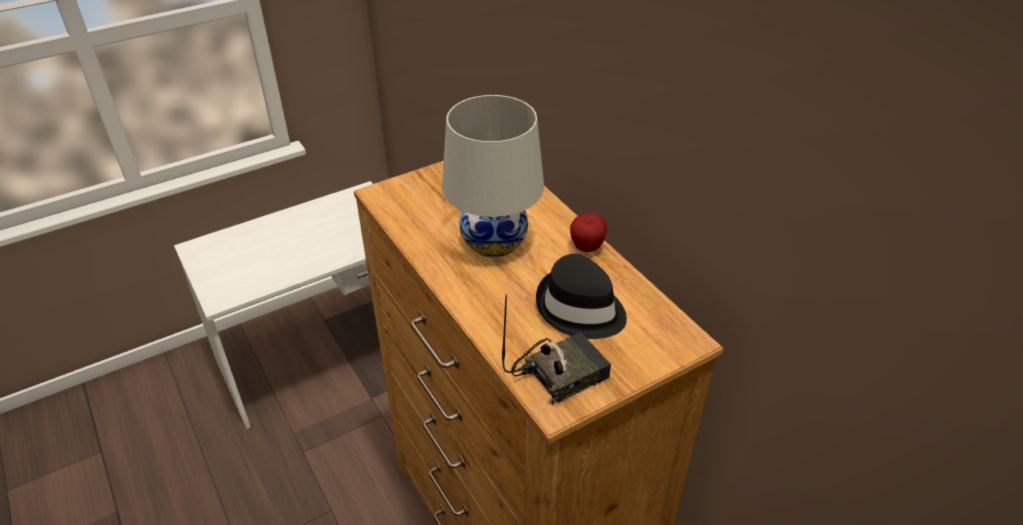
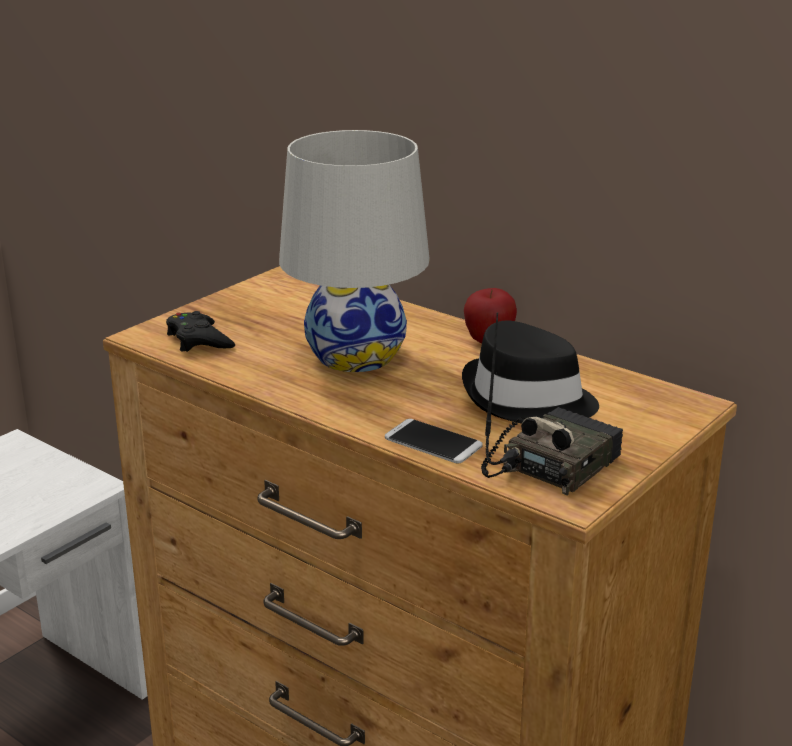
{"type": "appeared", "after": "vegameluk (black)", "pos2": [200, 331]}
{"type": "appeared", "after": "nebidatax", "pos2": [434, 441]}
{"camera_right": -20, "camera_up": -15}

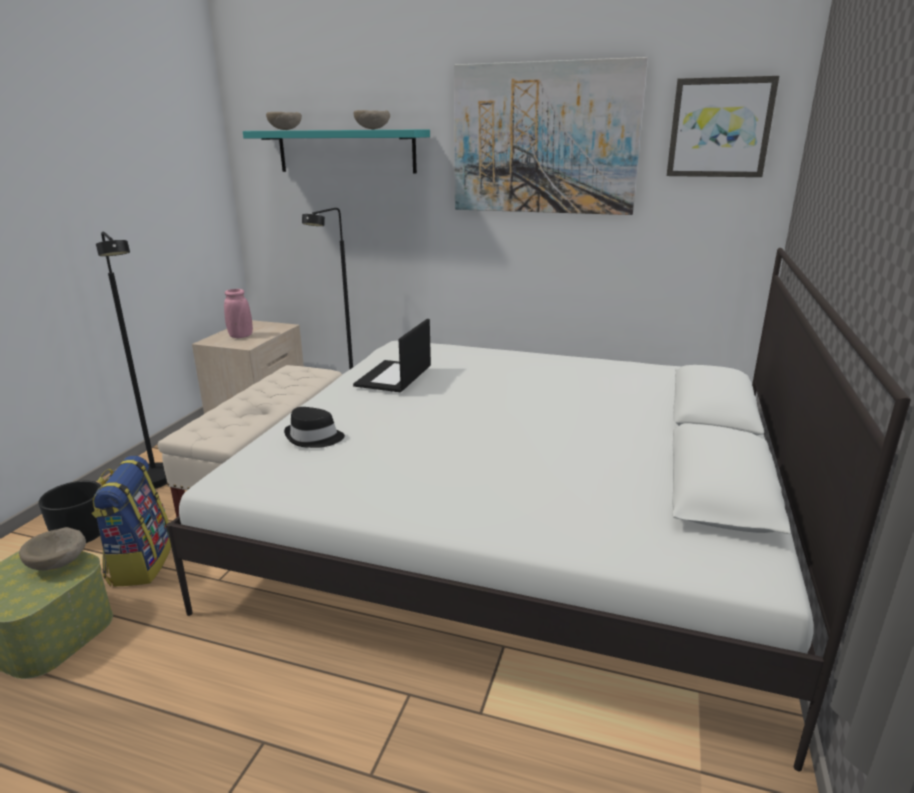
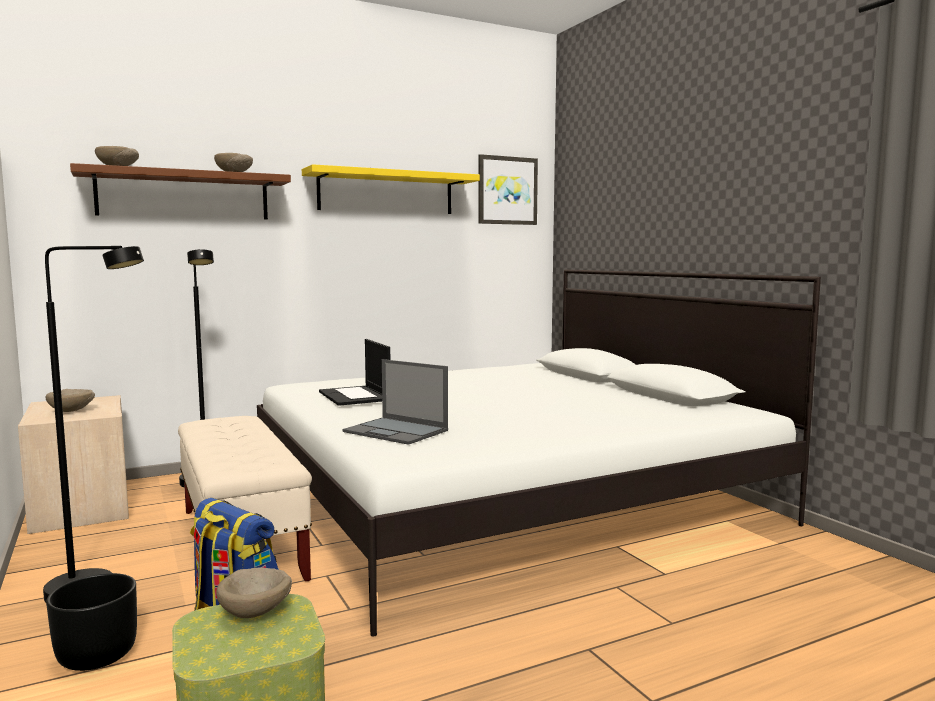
{"type": "exchanged", "before": "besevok", "after": "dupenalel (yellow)", "pos1": [551, 136], "pos2": [391, 189]}
{"type": "colour", "before": "dupenalel (turquoise)", "after": "dupenalel (brown)", "pos1": [336, 152], "pos2": [180, 191]}
{"type": "exchanged", "before": "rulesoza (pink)", "after": "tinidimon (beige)", "pos1": [238, 313], "pos2": [70, 400]}
{"type": "exchanged", "before": "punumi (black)", "after": "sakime", "pos1": [314, 427], "pos2": [395, 402]}
{"camera_right": -45, "camera_up": -15}

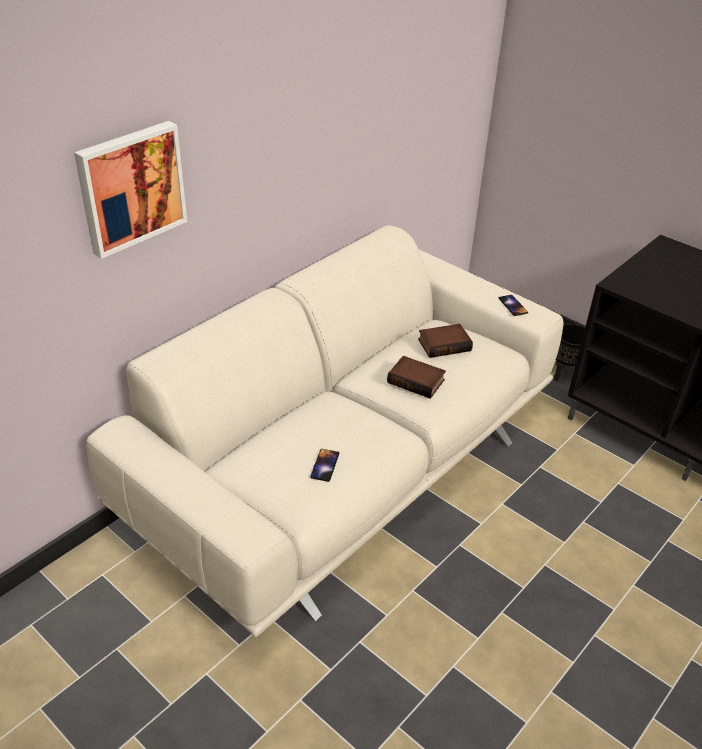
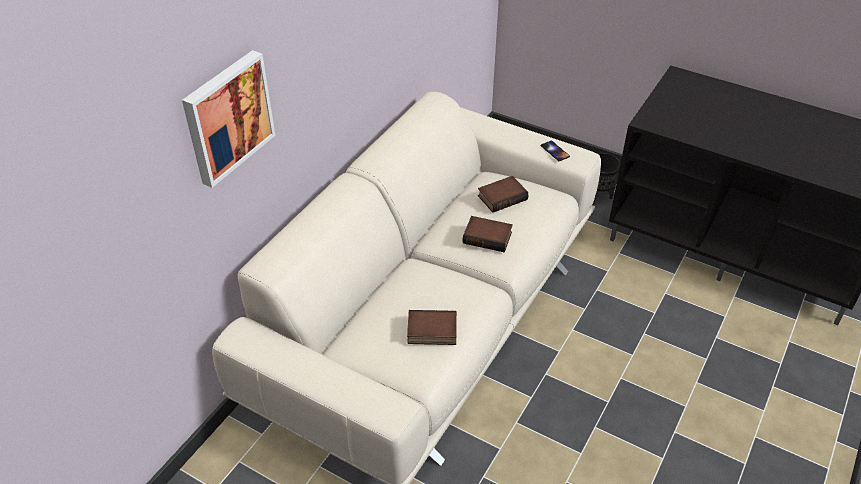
{"type": "exchanged", "before": "nebidatax", "after": "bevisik", "pos1": [324, 465], "pos2": [432, 327]}
{"camera_right": -10, "camera_up": 5}

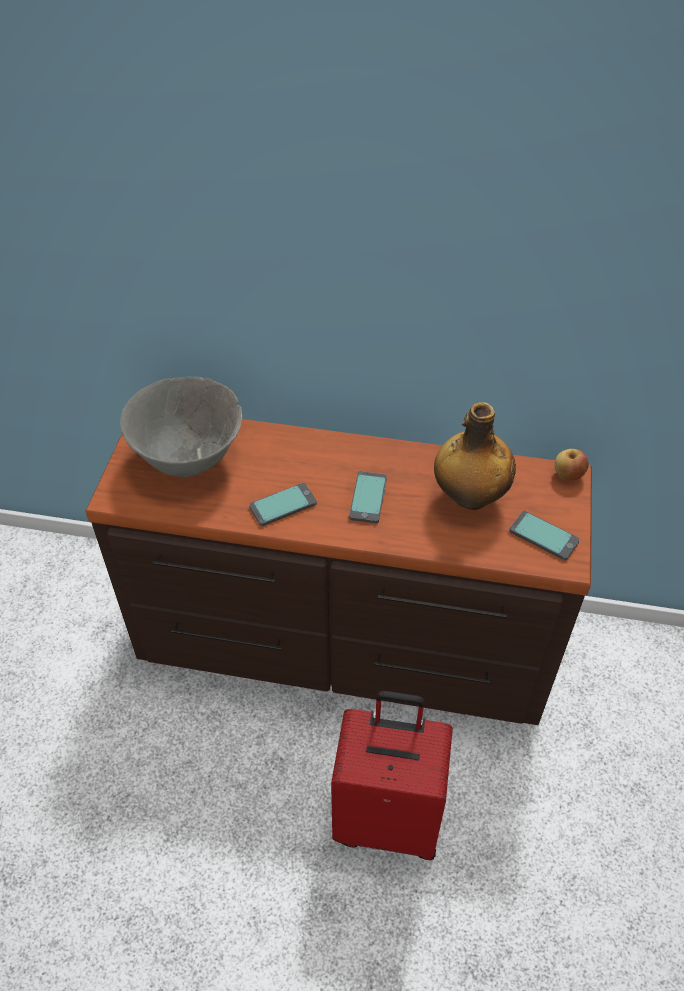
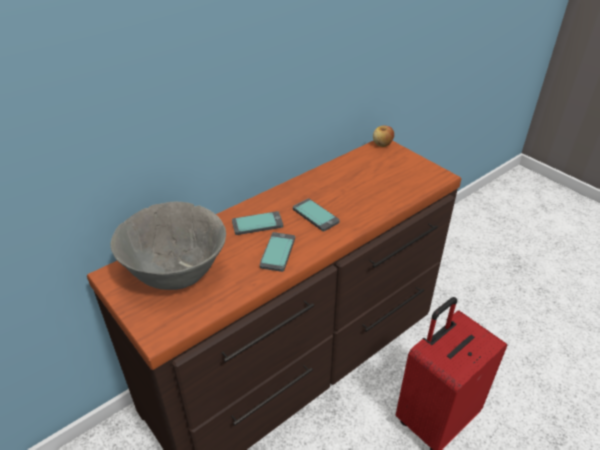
{"type": "missing", "before": "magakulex", "pos1": [475, 456]}
{"type": "relocated", "before": "nebidatax", "pos1": [544, 535], "pos2": [257, 223]}
{"camera_right": -50, "camera_up": -10}

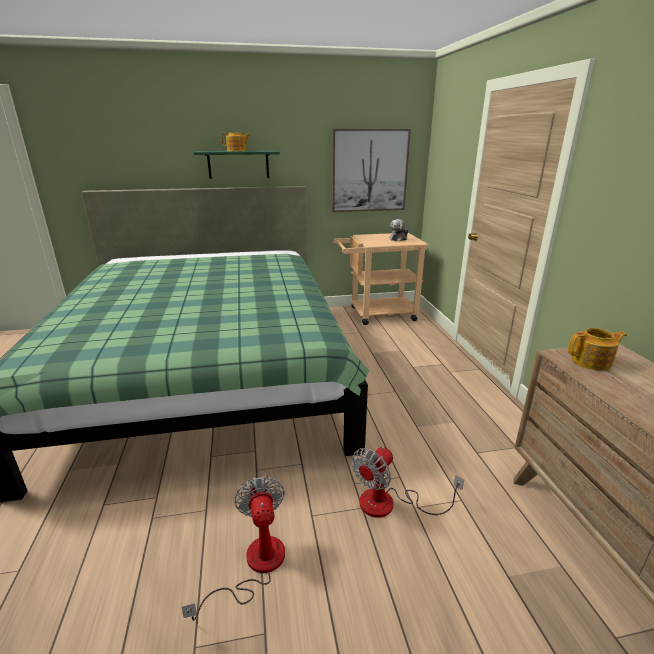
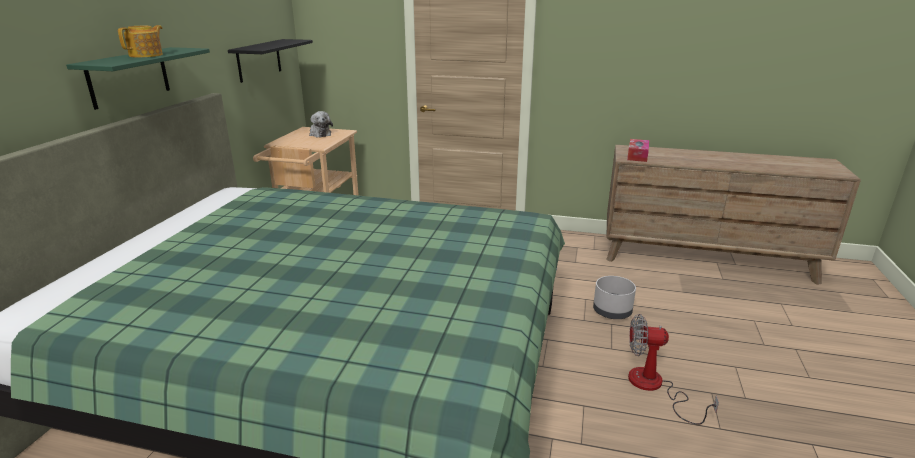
{"type": "exchanged", "before": "besevok", "after": "dupenalel (black)", "pos1": [371, 170], "pos2": [270, 61]}
{"type": "exchanged", "before": "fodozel", "after": "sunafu", "pos1": [597, 349], "pos2": [638, 150]}
{"type": "exchanged", "before": "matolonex", "after": "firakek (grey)", "pos1": [408, 482], "pos2": [614, 297]}
{"camera_right": -65, "camera_up": 0}

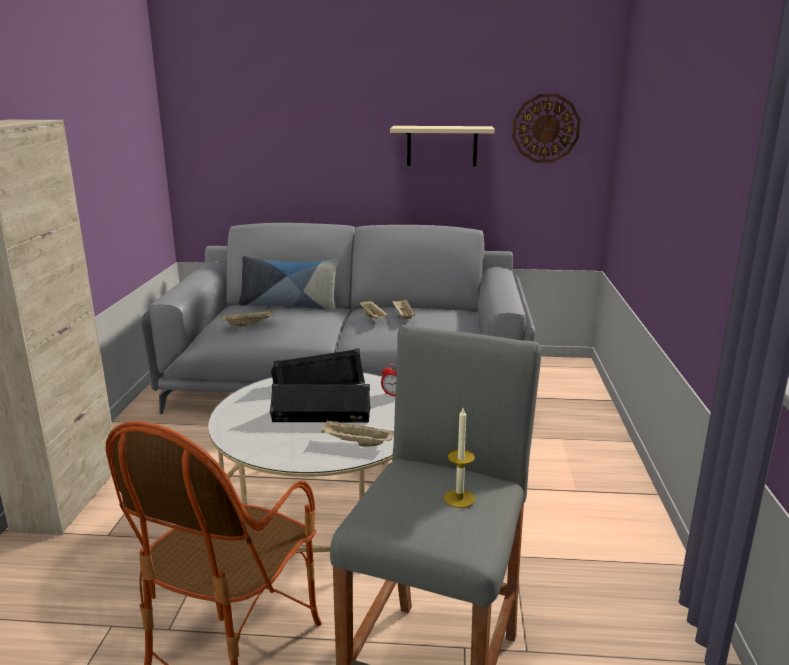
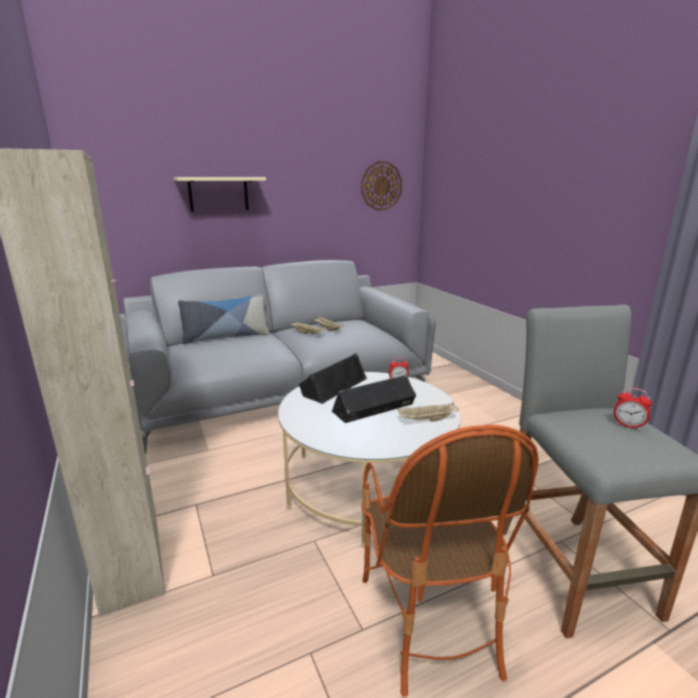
{"type": "relocated", "before": "dupenalel (beige)", "pos1": [442, 146], "pos2": [220, 194]}
{"type": "missing", "before": "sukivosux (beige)", "pos1": [248, 317]}
{"type": "exchanged", "before": "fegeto", "after": "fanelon", "pos1": [459, 458], "pos2": [633, 409]}
{"camera_right": -30, "camera_up": 0}

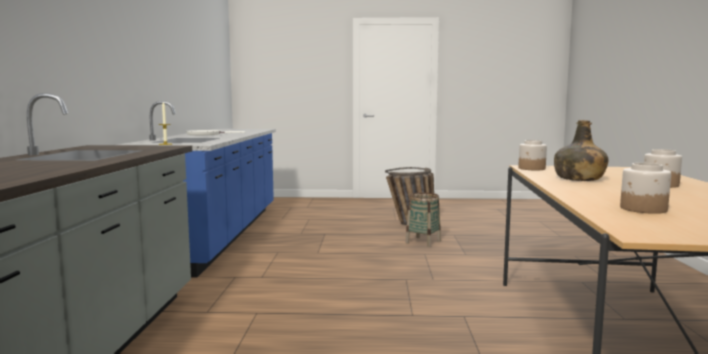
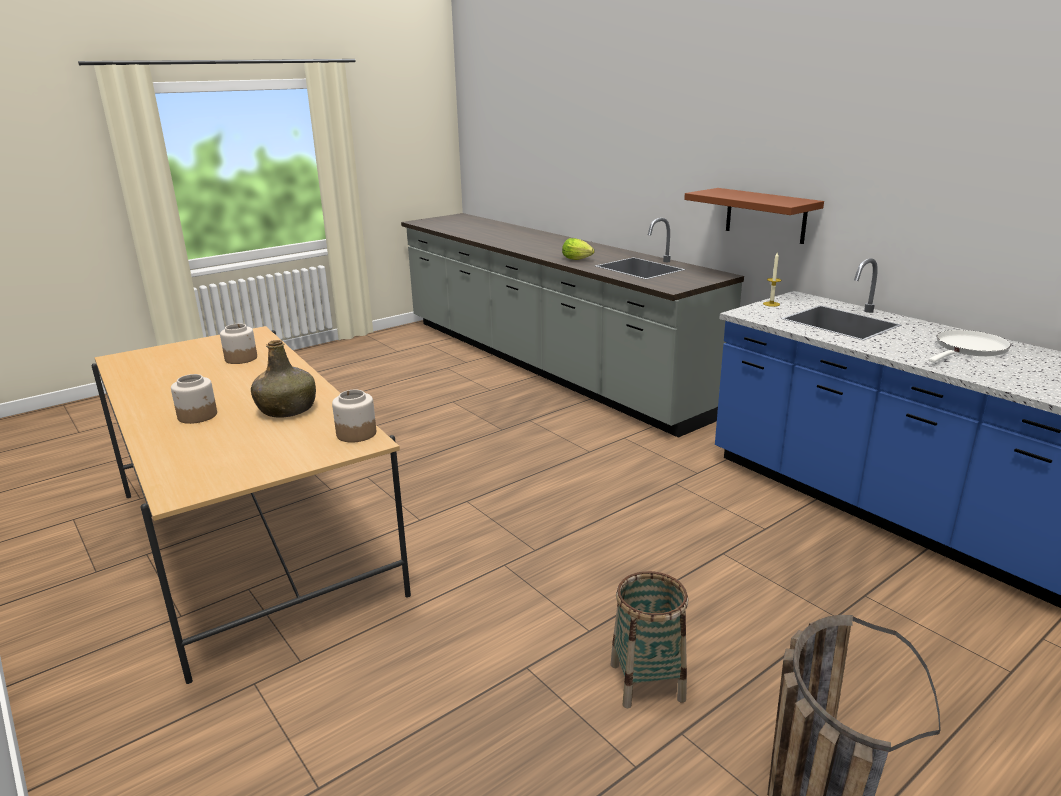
{"type": "appeared", "after": "dupenalel (brown)", "pos2": [754, 216]}
{"type": "appeared", "after": "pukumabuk", "pos2": [578, 249]}
{"camera_right": 140, "camera_up": 15}

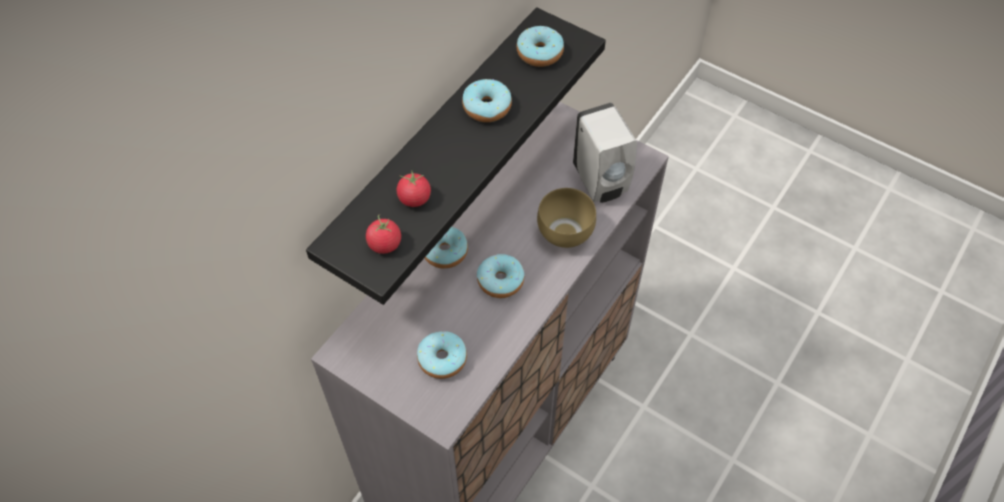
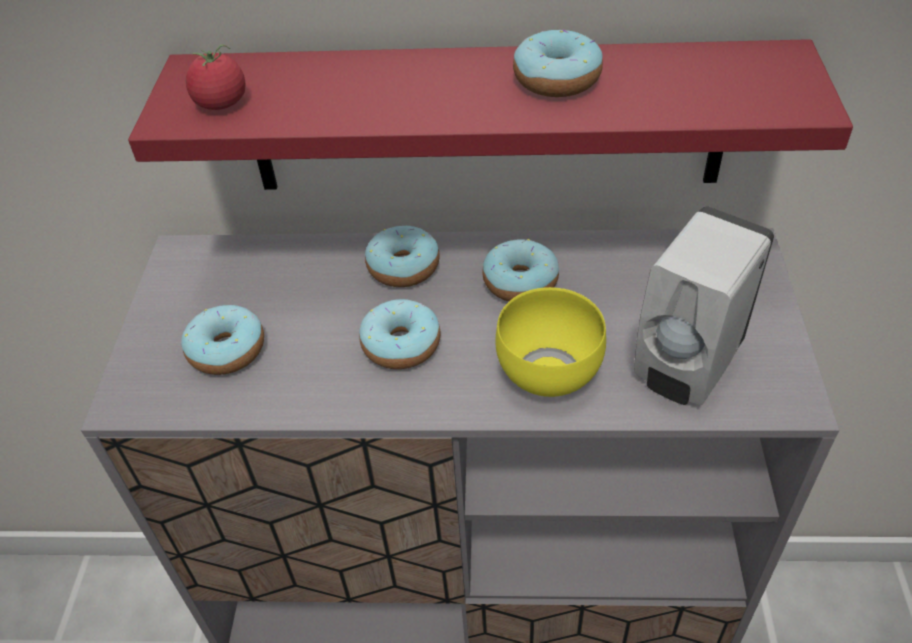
{"type": "colour", "before": "dupenalel (black)", "after": "dupenalel (red)", "pos1": [456, 156], "pos2": [490, 114]}
{"type": "relocated", "before": "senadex", "pos1": [540, 46], "pos2": [520, 270]}
{"type": "missing", "before": "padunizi", "pos1": [414, 188]}
{"type": "colour", "before": "tinidimon (brown)", "after": "tinidimon (yellow)", "pos1": [566, 218], "pos2": [550, 342]}
{"camera_right": 60, "camera_up": -10}

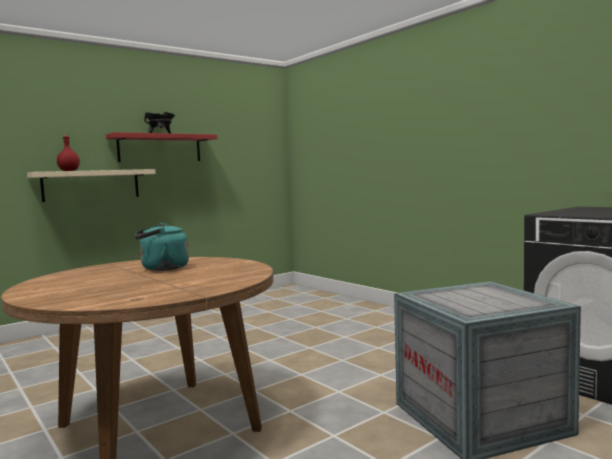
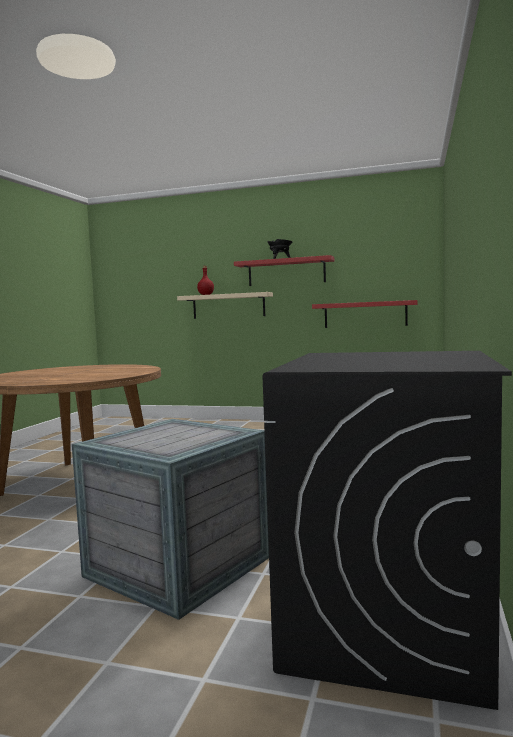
{"type": "missing", "before": "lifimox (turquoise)", "pos1": [162, 247]}
{"type": "appeared", "after": "dupenalel (red)", "pos2": [364, 314]}
{"camera_right": 55, "camera_up": 0}

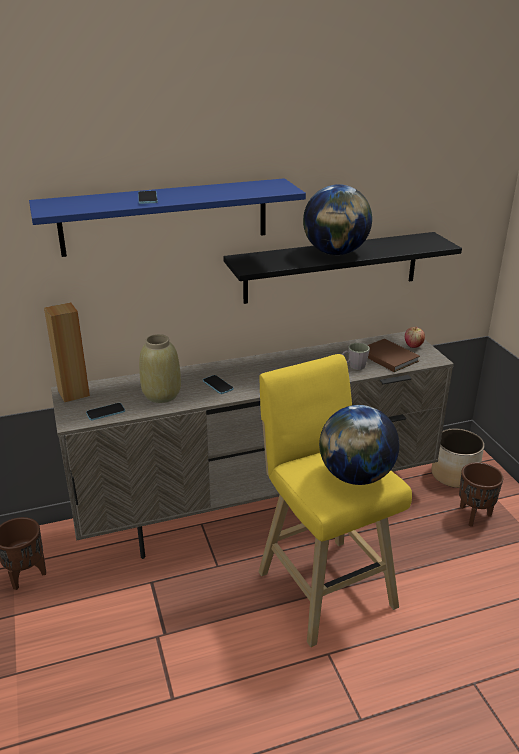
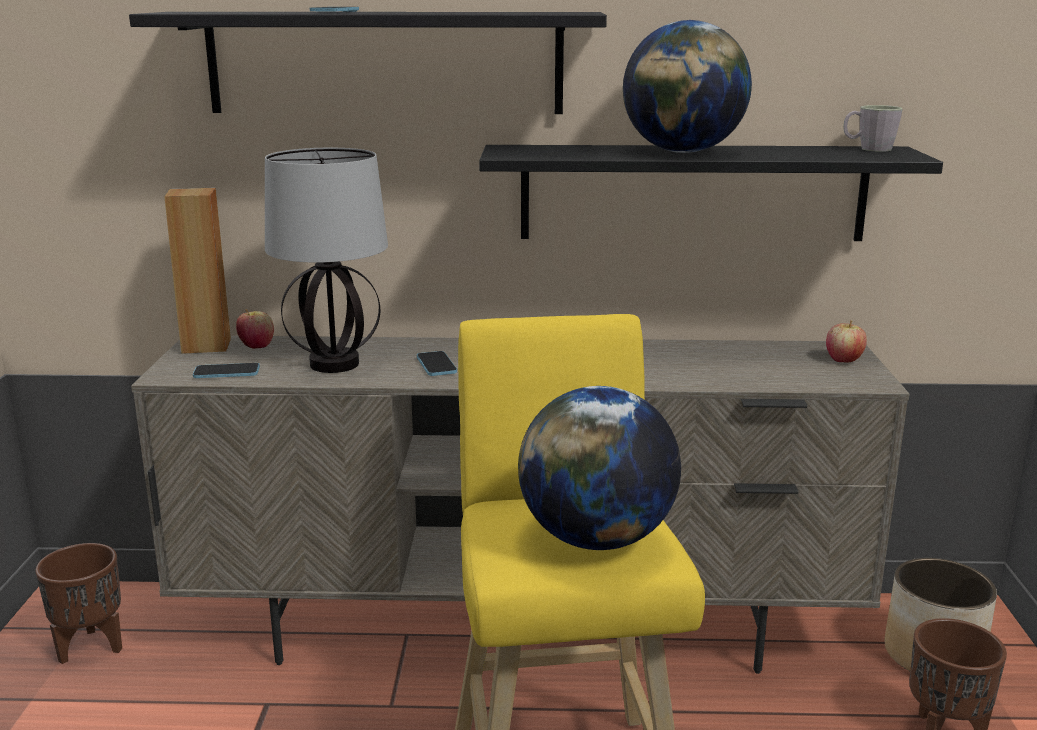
{"type": "colour", "before": "dupenalel (blue)", "after": "dupenalel (black)", "pos1": [167, 217], "pos2": [368, 63]}
{"type": "exchanged", "before": "rulesoza (beige)", "after": "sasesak", "pos1": [160, 368], "pos2": [326, 260]}
{"type": "missing", "before": "bevisik (brown)", "pos1": [394, 355]}
{"type": "relocated", "before": "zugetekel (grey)", "pos1": [356, 356], "pos2": [873, 128]}
{"type": "appeared", "after": "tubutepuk", "pos2": [255, 329]}
{"camera_right": 20, "camera_up": -10}

